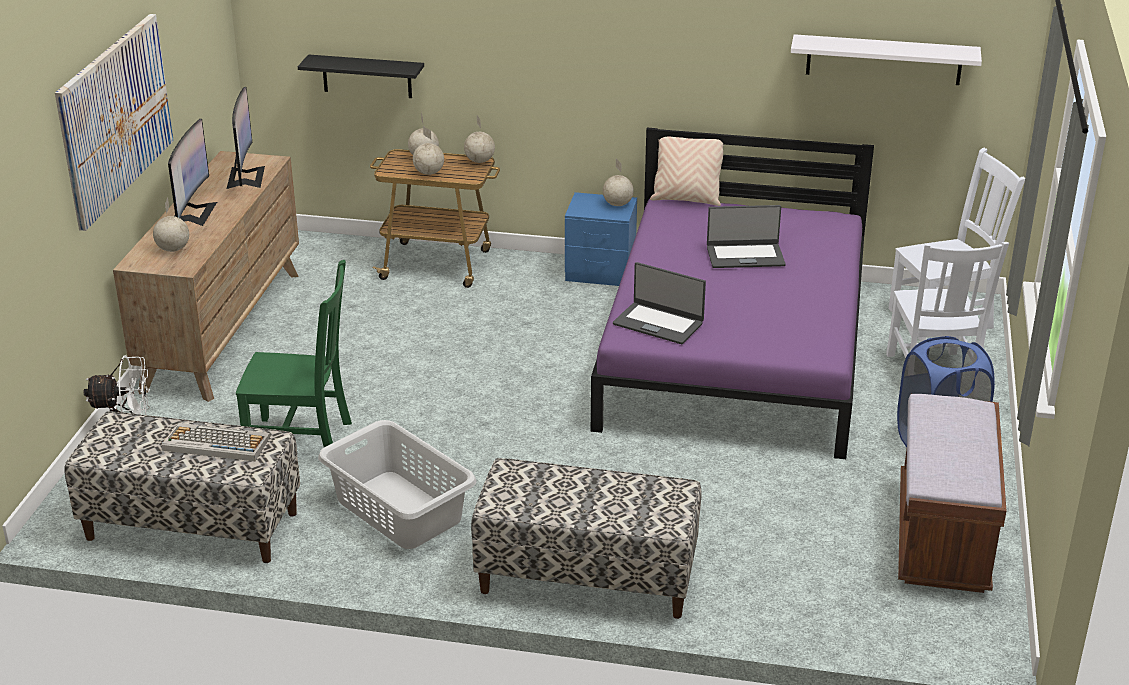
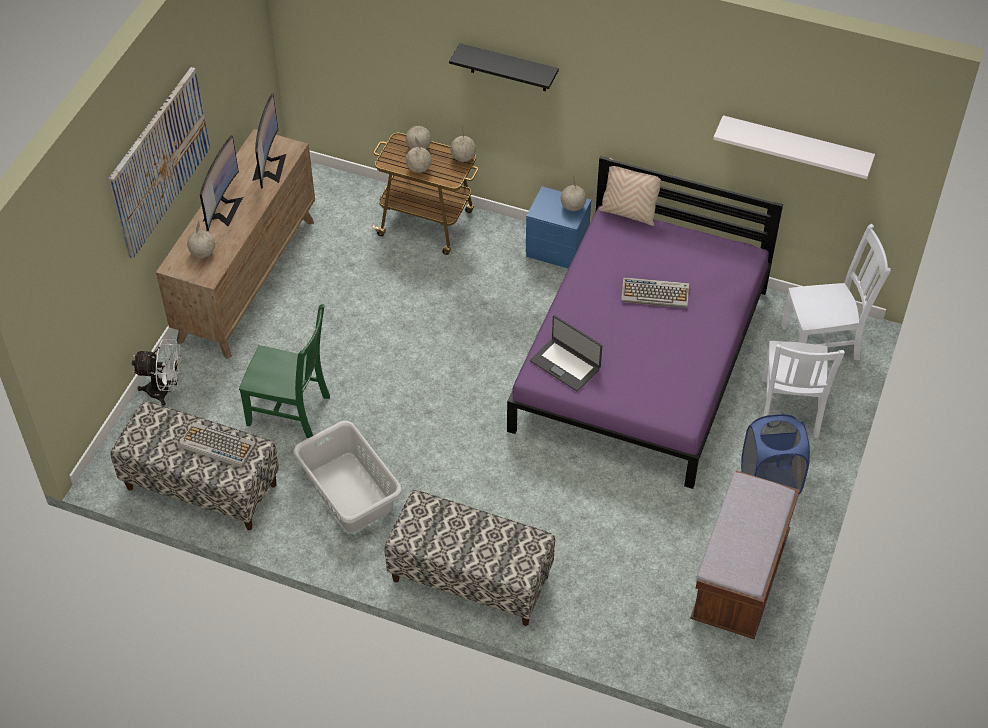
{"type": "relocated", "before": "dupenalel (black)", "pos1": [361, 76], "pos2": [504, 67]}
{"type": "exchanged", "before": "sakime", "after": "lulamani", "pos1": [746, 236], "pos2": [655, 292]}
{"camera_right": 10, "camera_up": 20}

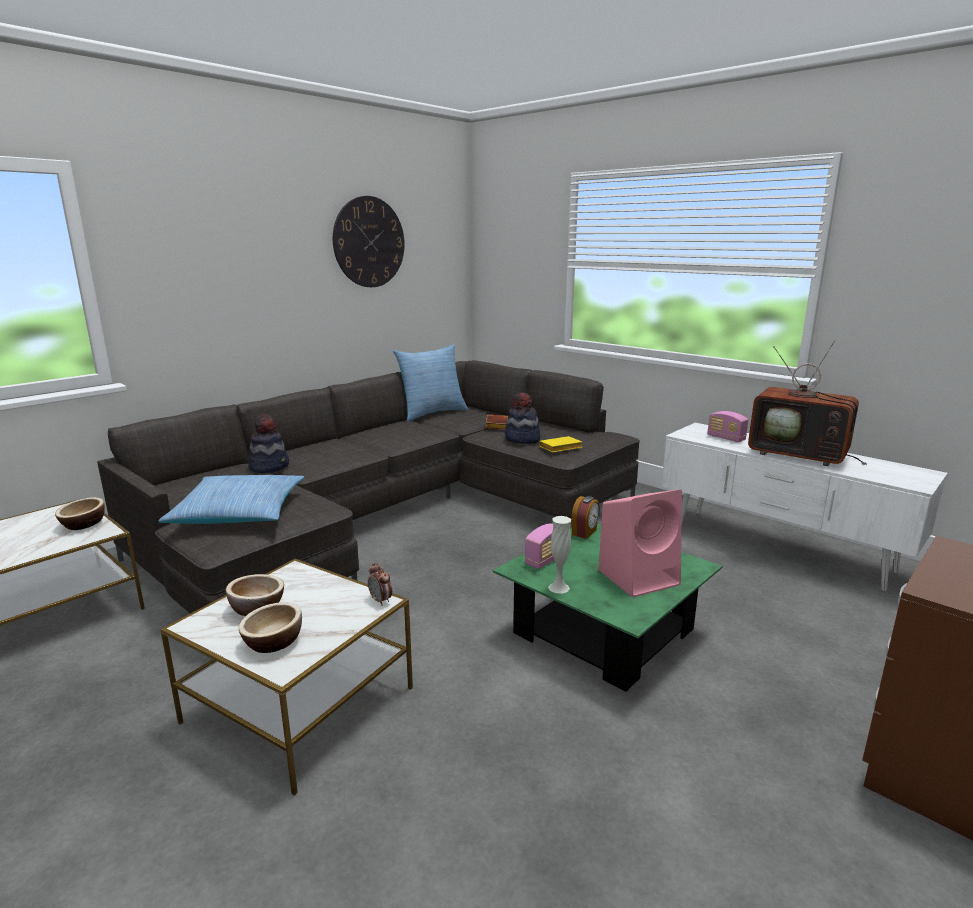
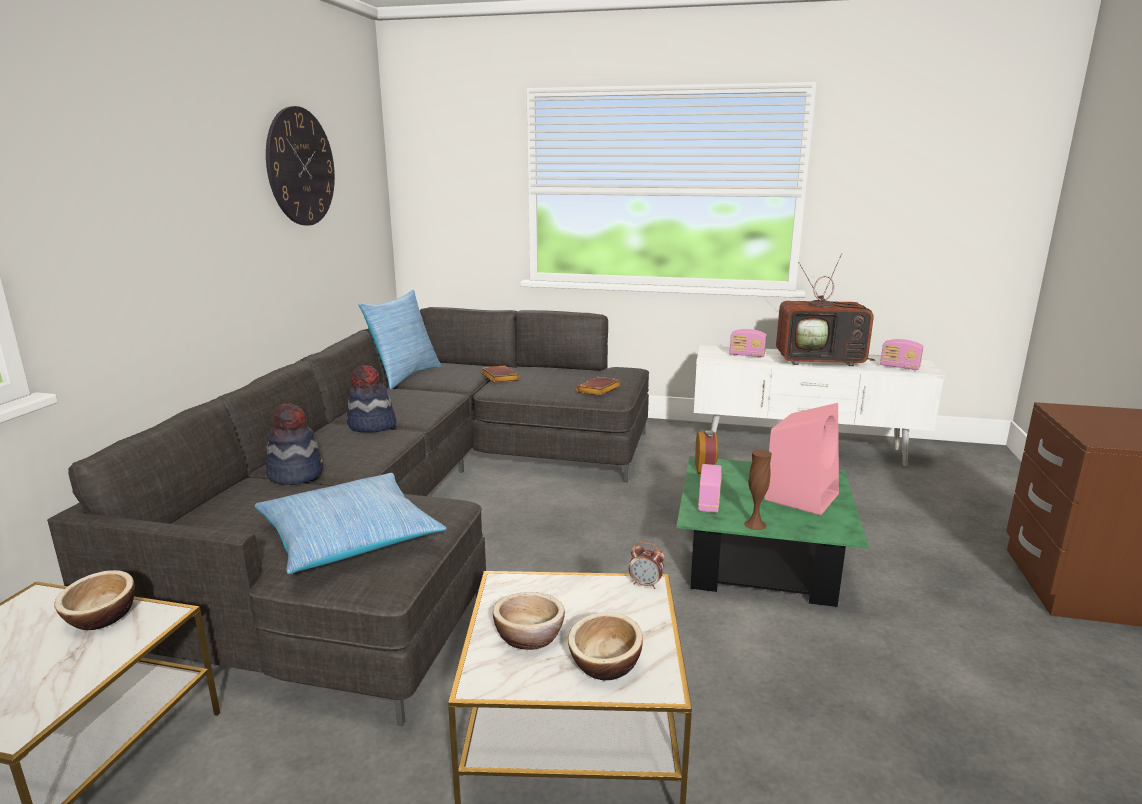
{"type": "relocated", "before": "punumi", "pos1": [522, 418], "pos2": [371, 399]}
{"type": "colour", "before": "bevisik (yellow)", "after": "bevisik (brown)", "pos1": [560, 444], "pos2": [598, 386]}
{"type": "colour", "before": "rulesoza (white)", "after": "rulesoza (brown)", "pos1": [559, 555], "pos2": [758, 489]}
{"type": "appeared", "after": "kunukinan", "pos2": [902, 354]}
{"camera_right": -30, "camera_up": 0}

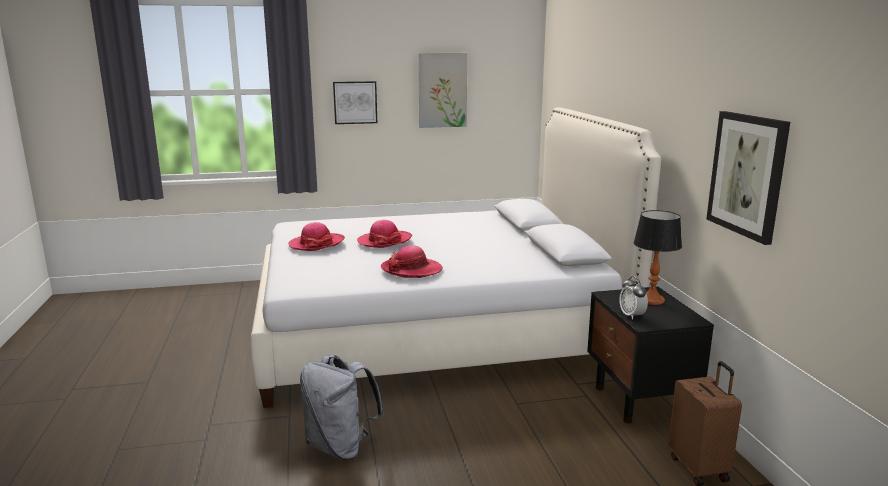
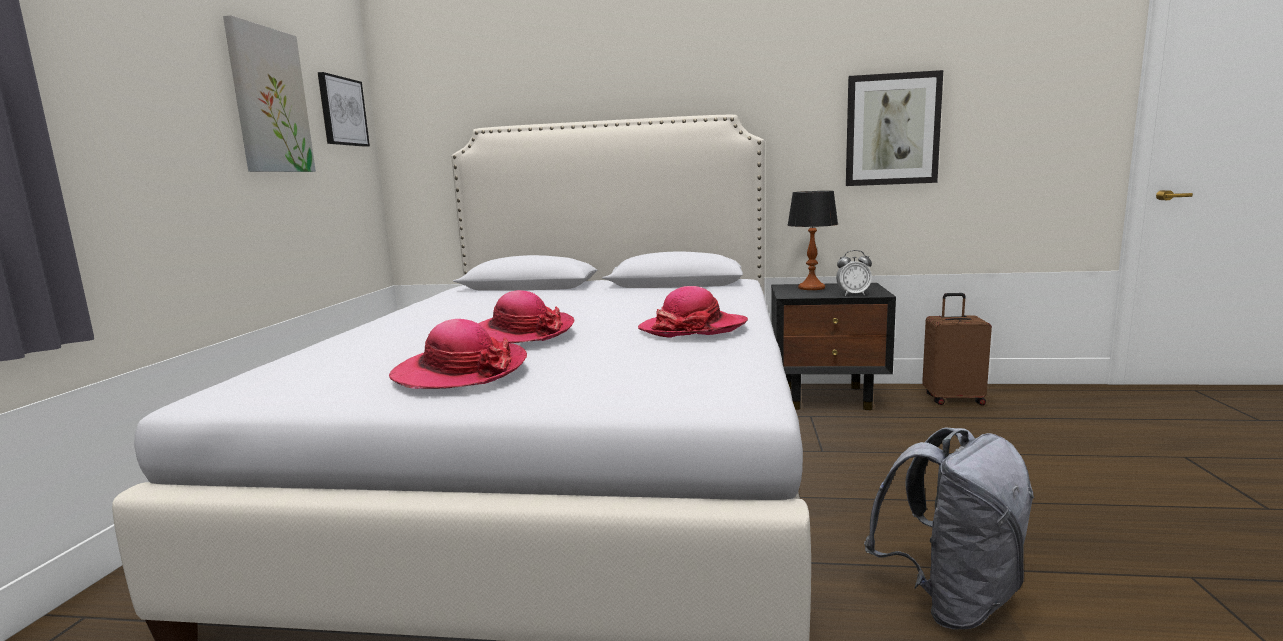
{"type": "relocated", "before": "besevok", "pos1": [355, 102], "pos2": [344, 109]}
{"camera_right": -70, "camera_up": -5}

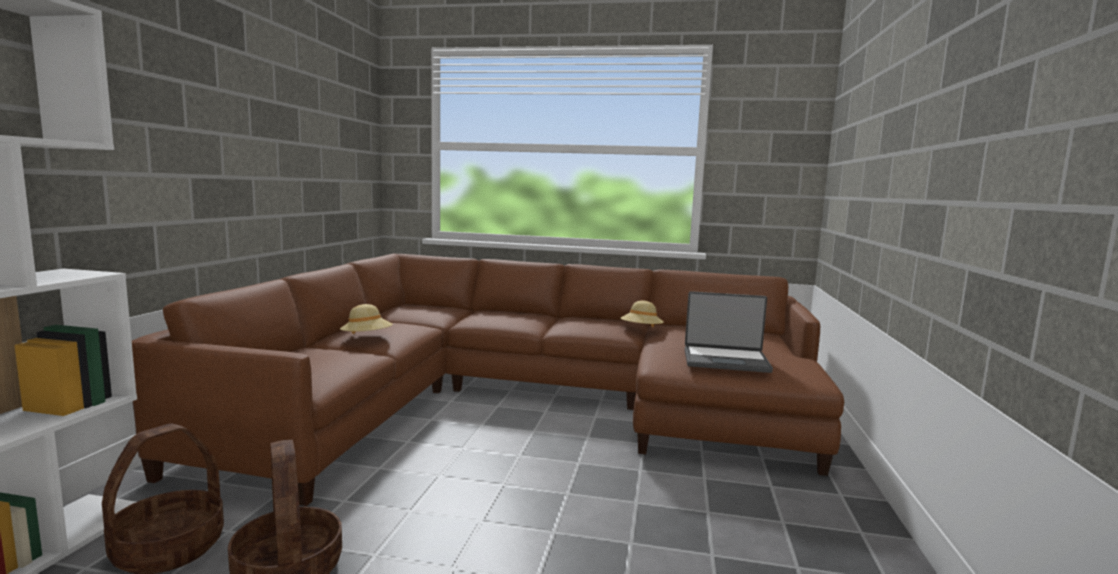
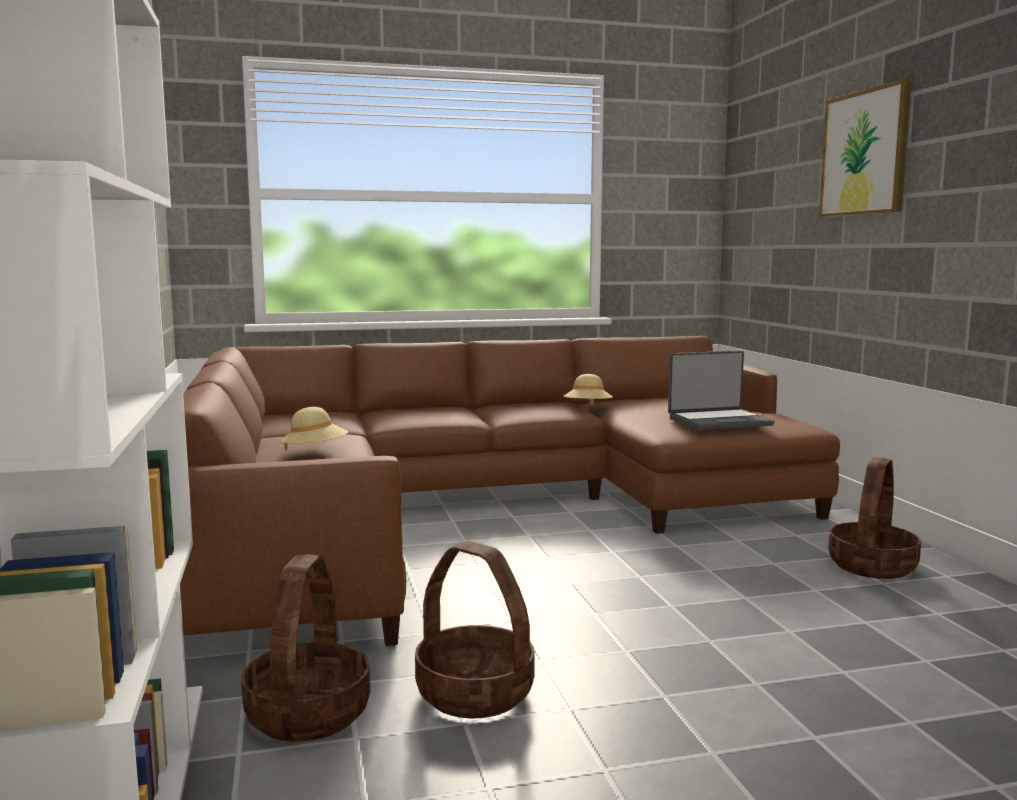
{"type": "appeared", "after": "besevok", "pos2": [865, 147]}
{"type": "appeared", "after": "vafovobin", "pos2": [874, 518]}
{"camera_right": -25, "camera_up": 0}

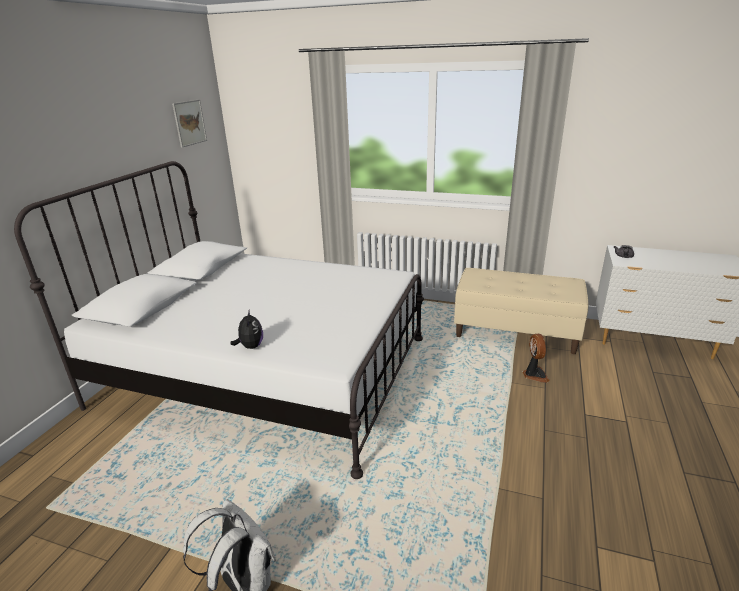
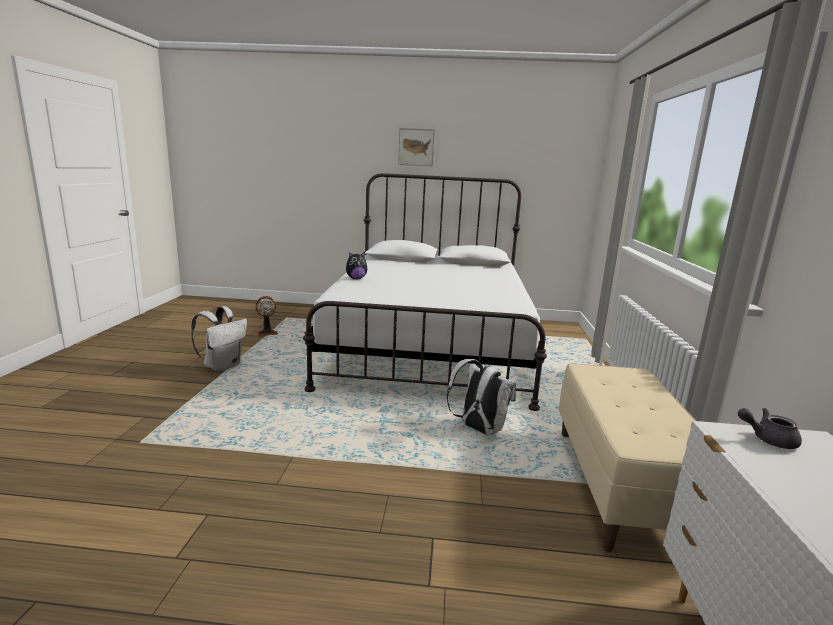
{"type": "relocated", "before": "besevok", "pos1": [189, 123], "pos2": [416, 147]}
{"type": "relocated", "before": "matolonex", "pos1": [536, 358], "pos2": [267, 316]}
{"type": "appeared", "after": "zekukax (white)", "pos2": [481, 397]}
{"camera_right": 75, "camera_up": -10}

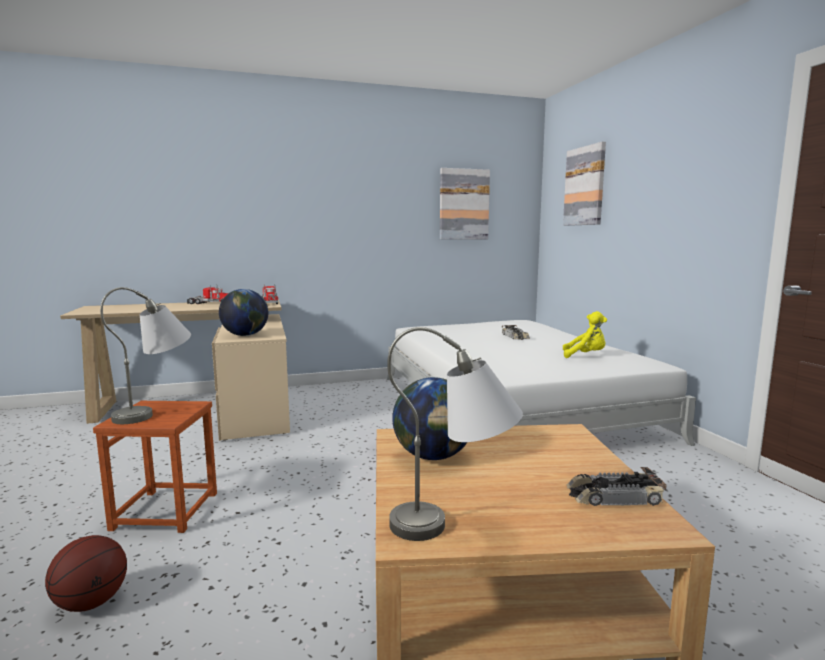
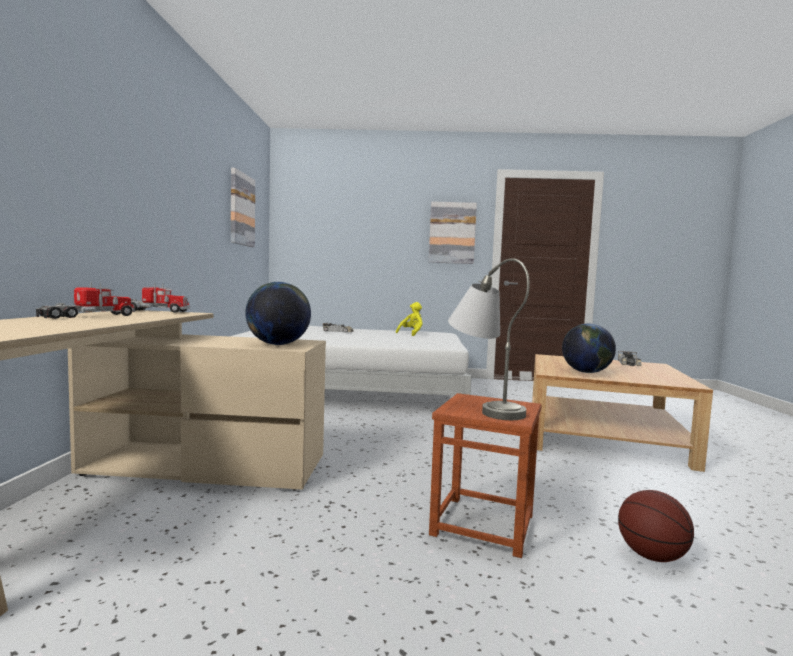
{"type": "relocated", "before": "besevok", "pos1": [584, 184], "pos2": [453, 232]}
{"type": "missing", "before": "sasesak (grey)", "pos1": [455, 434]}
{"camera_right": -70, "camera_up": -5}

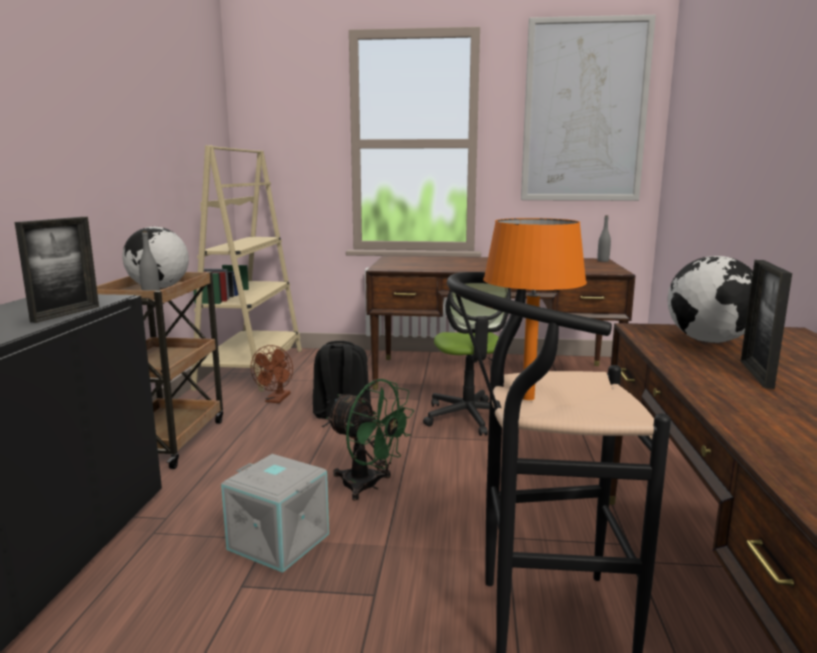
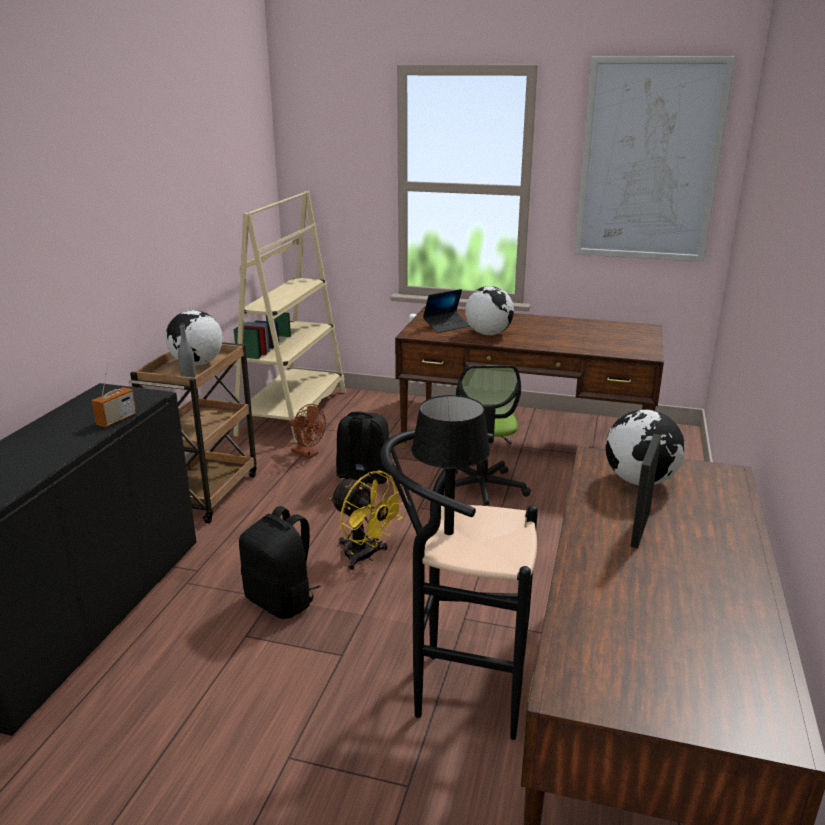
{"type": "missing", "before": "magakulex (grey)", "pos1": [604, 238]}
{"type": "exchanged", "before": "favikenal", "after": "kunukinan", "pos1": [57, 270], "pos2": [114, 394]}
{"type": "colour", "before": "sasesak (orange)", "after": "sasesak (black)", "pos1": [535, 309], "pos2": [451, 465]}
{"type": "spun", "before": "matolonex (brown)", "pos1": [271, 374], "pos2": [307, 431], "turn": -75}
{"type": "colour", "before": "matolonex (green)", "after": "matolonex (yellow)", "pos1": [370, 440], "pos2": [368, 520]}
{"type": "exchanged", "before": "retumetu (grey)", "after": "zekukax (black)", "pos1": [275, 513], "pos2": [280, 562]}
{"type": "appeared", "after": "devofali", "pos2": [489, 310]}
{"type": "appeared", "after": "sakime", "pos2": [446, 311]}
{"camera_right": 10, "camera_up": 10}

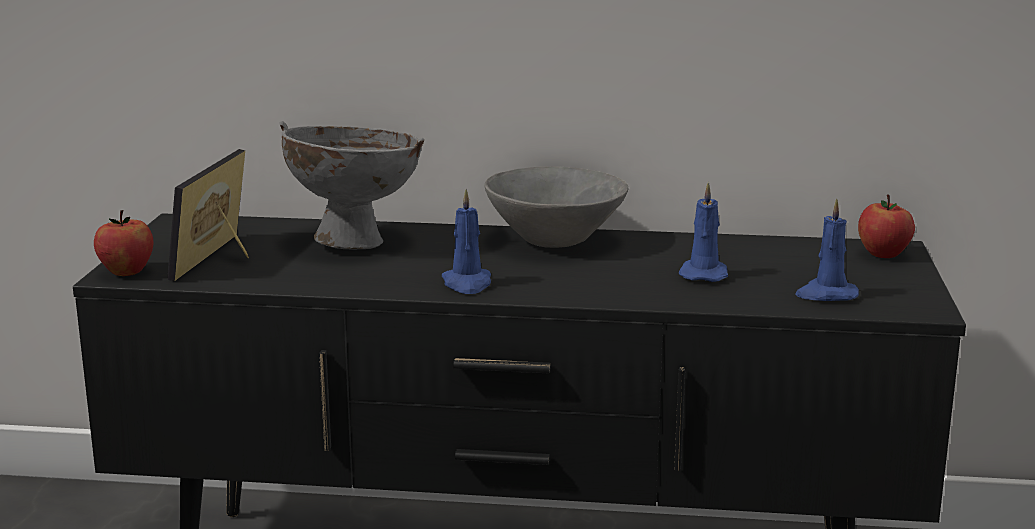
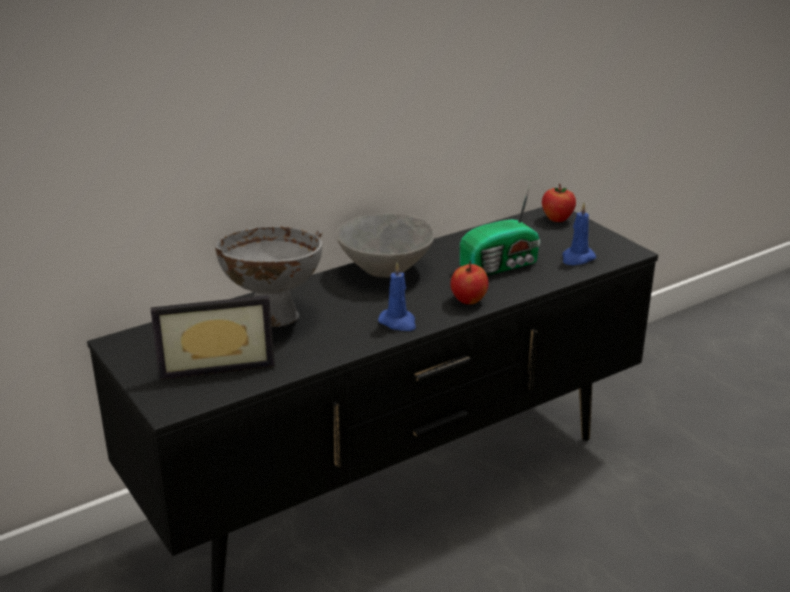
{"type": "spun", "before": "favikenal", "pos1": [208, 215], "pos2": [213, 337], "turn": -75}
{"type": "exchanged", "before": "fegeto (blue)", "after": "kunukinan", "pos1": [703, 231], "pos2": [500, 229]}
{"type": "relocated", "before": "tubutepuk", "pos1": [123, 243], "pos2": [469, 282]}
{"camera_right": -40, "camera_up": 10}

